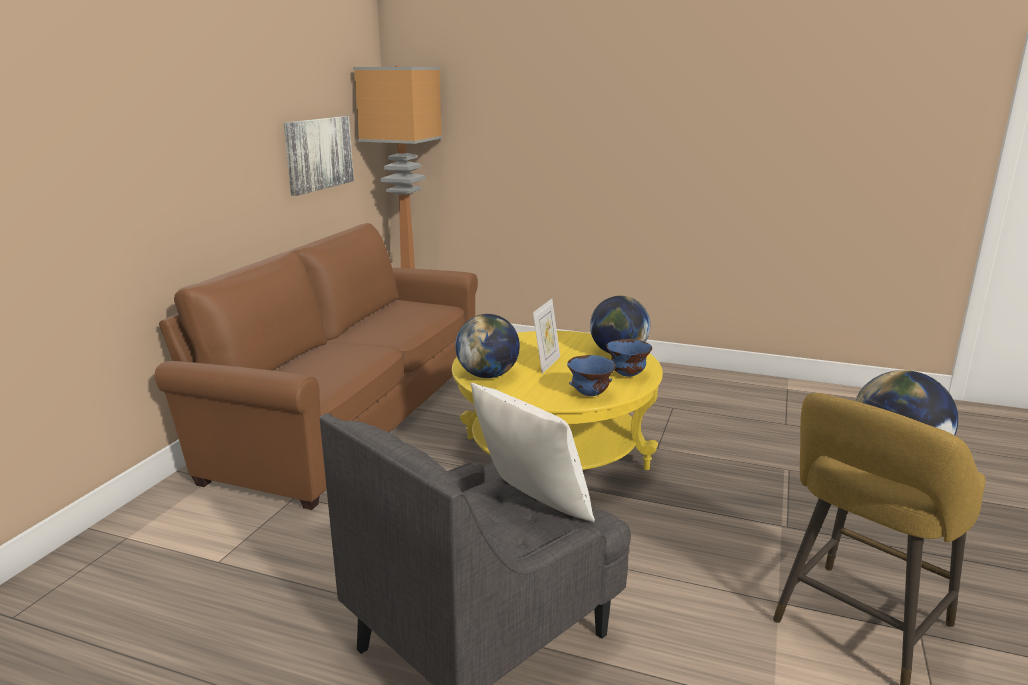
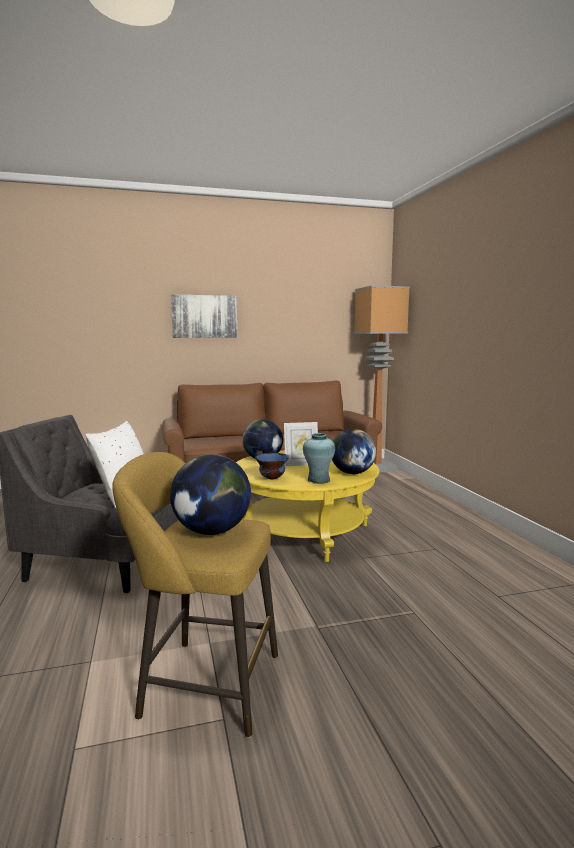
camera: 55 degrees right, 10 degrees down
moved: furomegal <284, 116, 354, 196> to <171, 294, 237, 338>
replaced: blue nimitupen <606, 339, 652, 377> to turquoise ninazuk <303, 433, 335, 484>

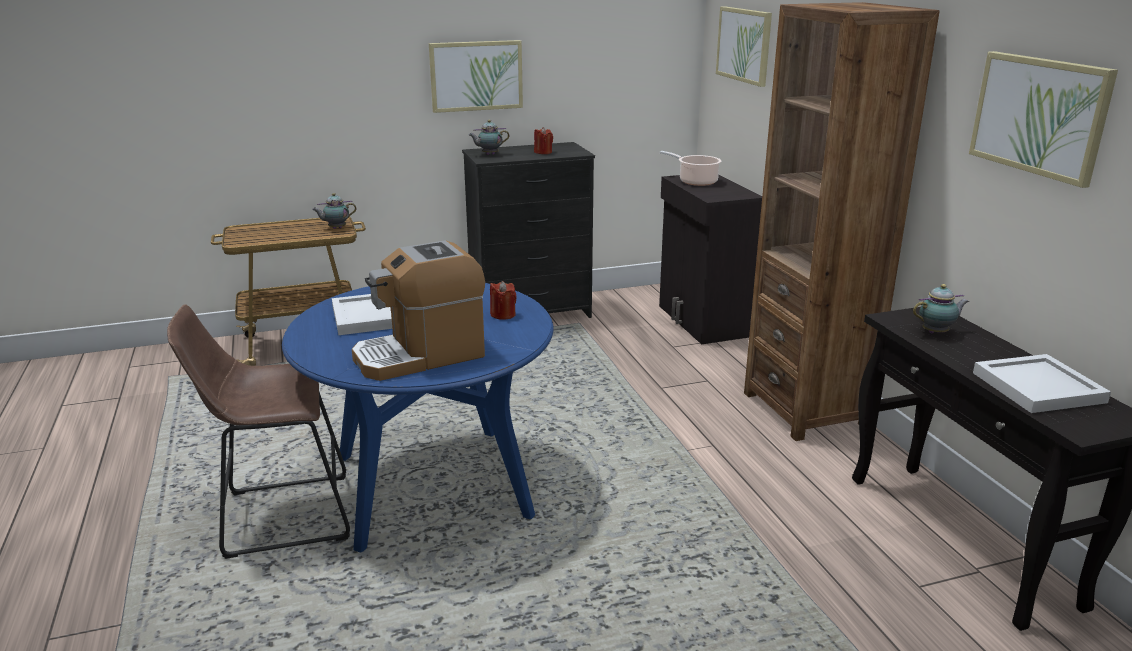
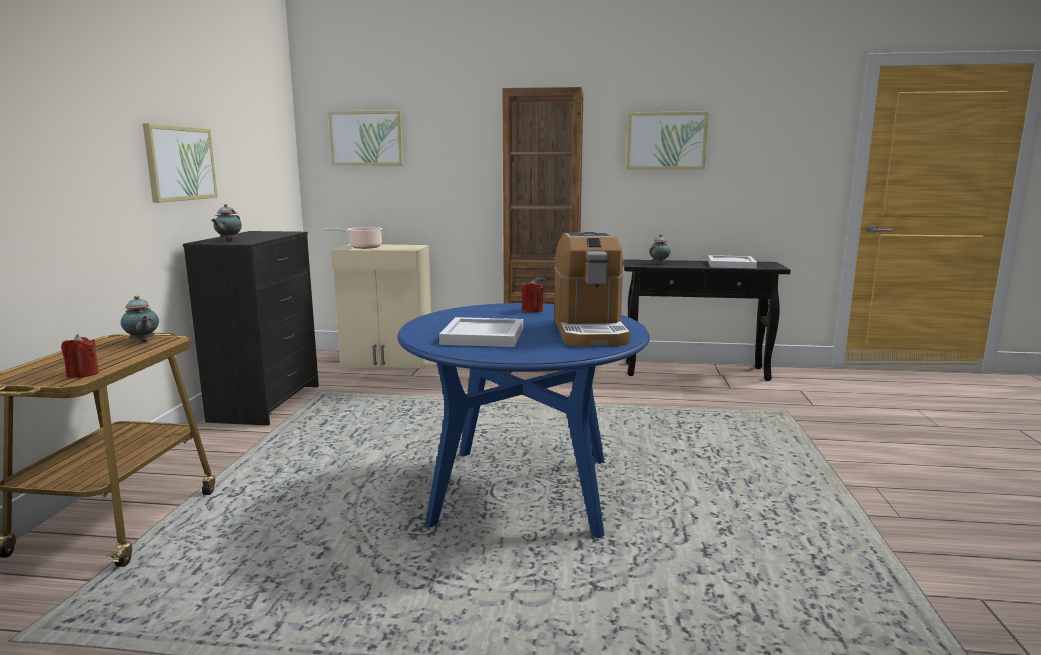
camera: 65 degrees left, 10 degrees down
removed: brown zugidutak <167, 304, 350, 559>
moved: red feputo <534, 127, 553, 154> to <61, 334, 99, 378>
recoloured: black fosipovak <659, 175, 762, 344> to beige fosipovak <331, 244, 431, 368>
turned: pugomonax <312, 193, 357, 229> = <121, 296, 159, 343> 45 degrees counterclockwise

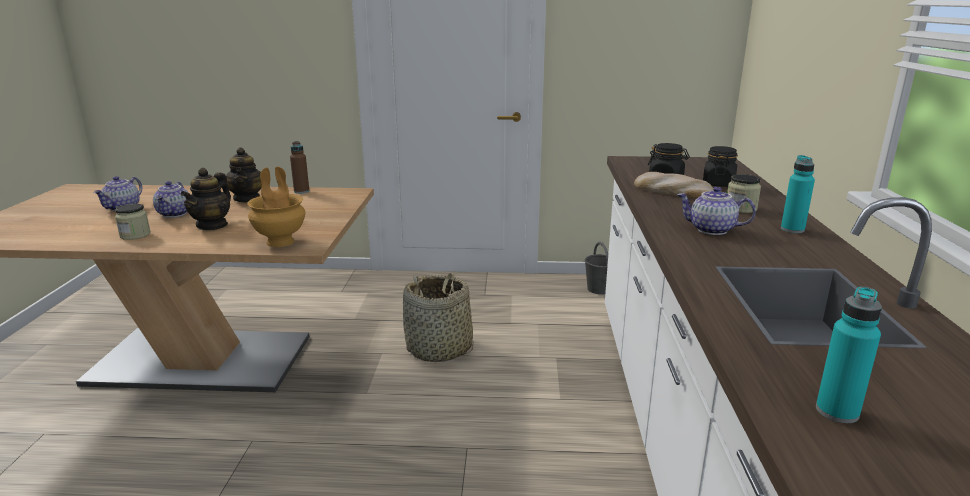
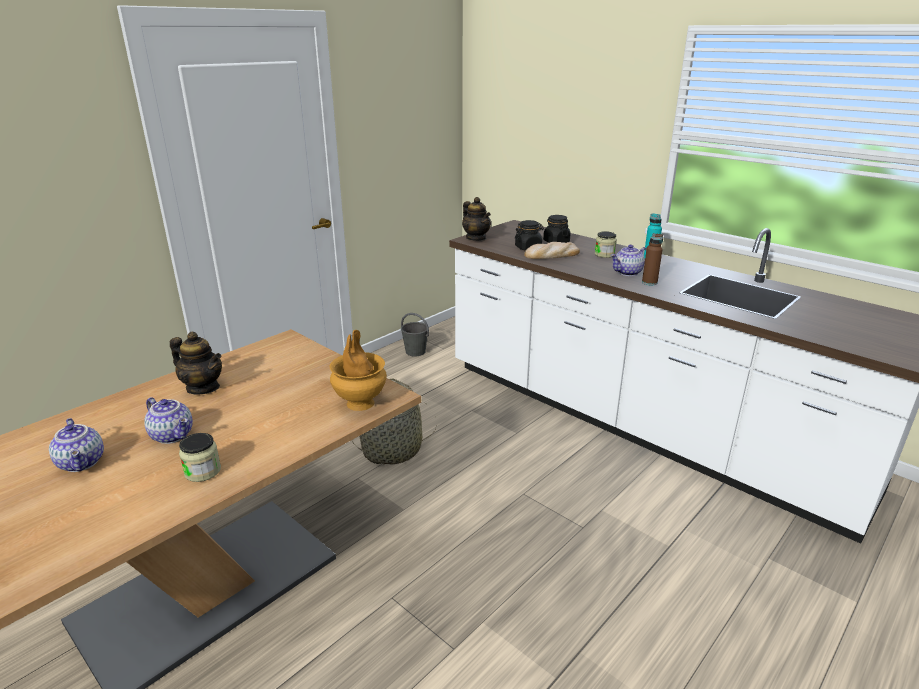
camera: 50 degrees left, 5 degrees up
removed: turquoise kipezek <816, 287, 882, 423>
moved: pugomonax <180, 168, 231, 230> to <462, 197, 491, 241>; brown kipezek <290, 141, 309, 194> to <642, 233, 663, 286>

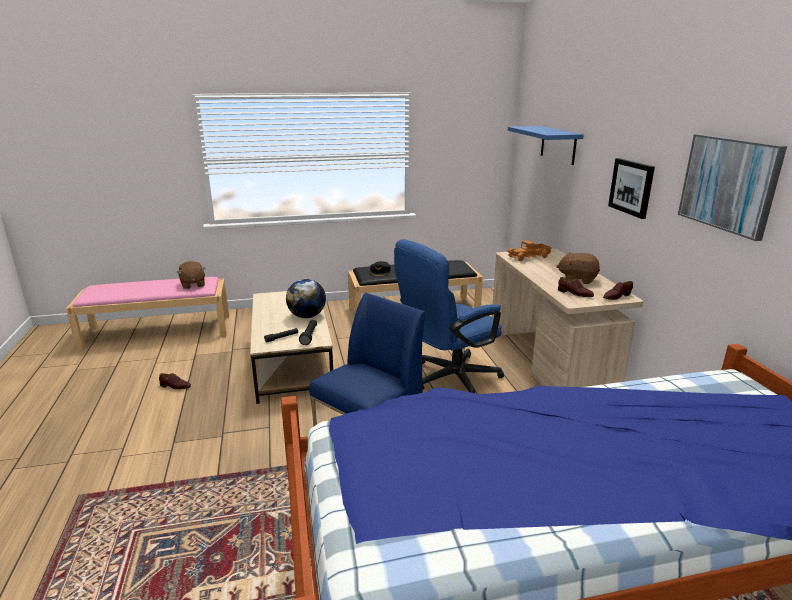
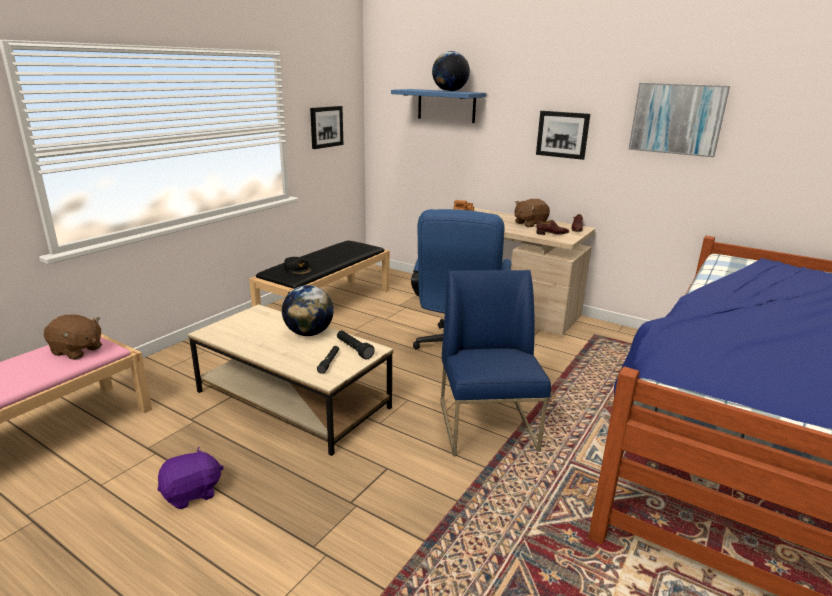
camera: 45 degrees left, 0 degrees up
added: furomegal <310, 106, 343, 149>; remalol <432, 51, 470, 91>
replaced: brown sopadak <159, 373, 191, 390> to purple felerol <157, 447, 224, 509>

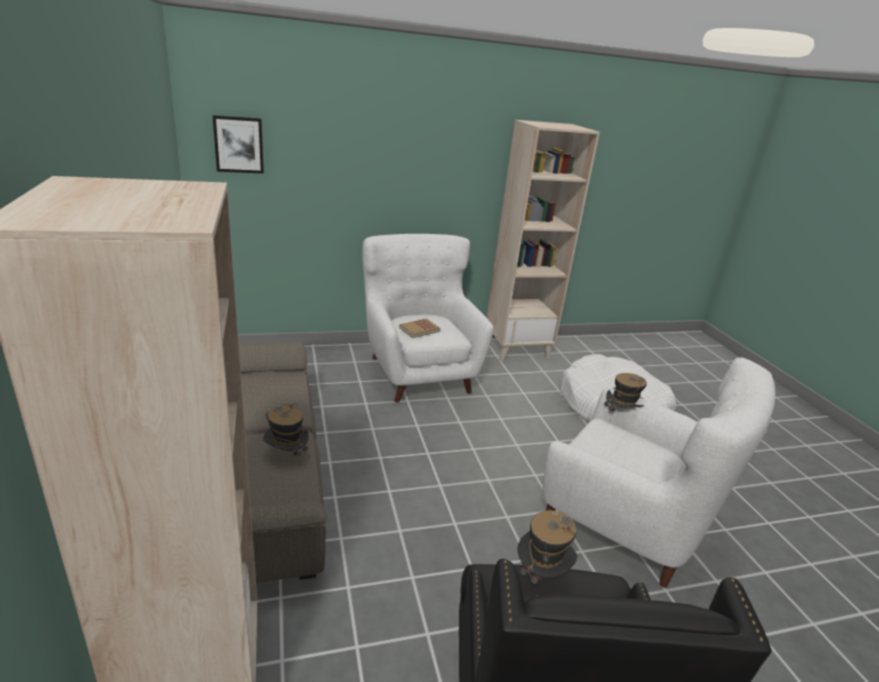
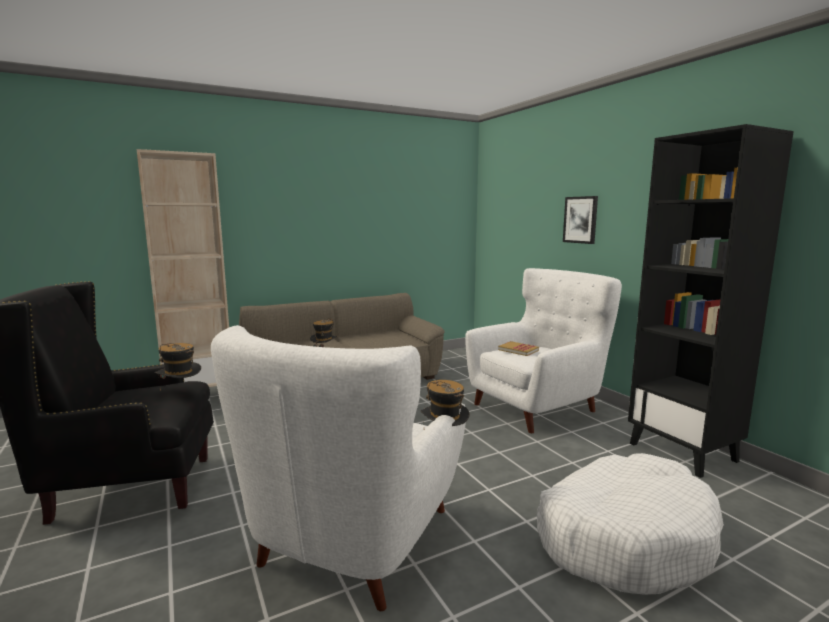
camera: 80 degrees right, 15 degrees down
moved: furomegal <213, 115, 264, 174> to <563, 196, 598, 244>
recoloured: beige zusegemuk <486, 120, 600, 361> to black zusegemuk <628, 124, 794, 478>

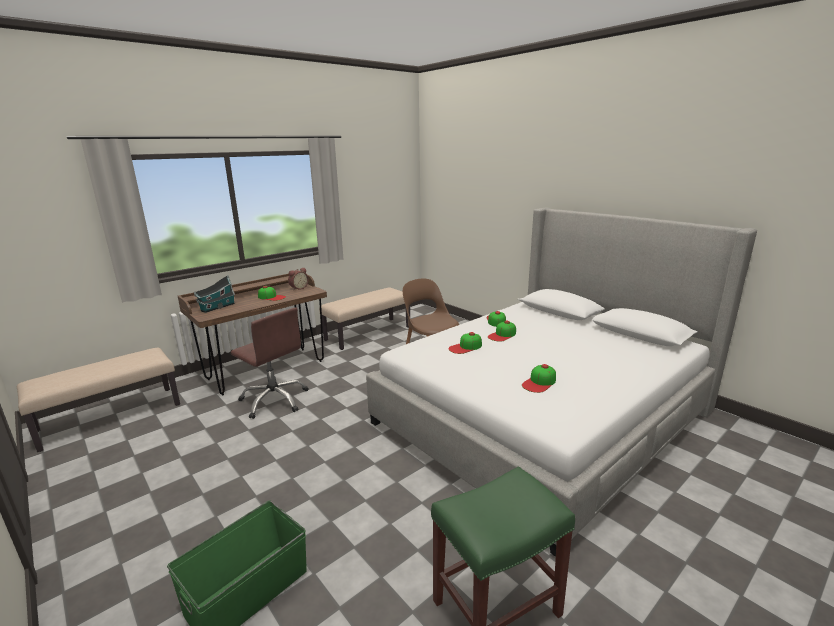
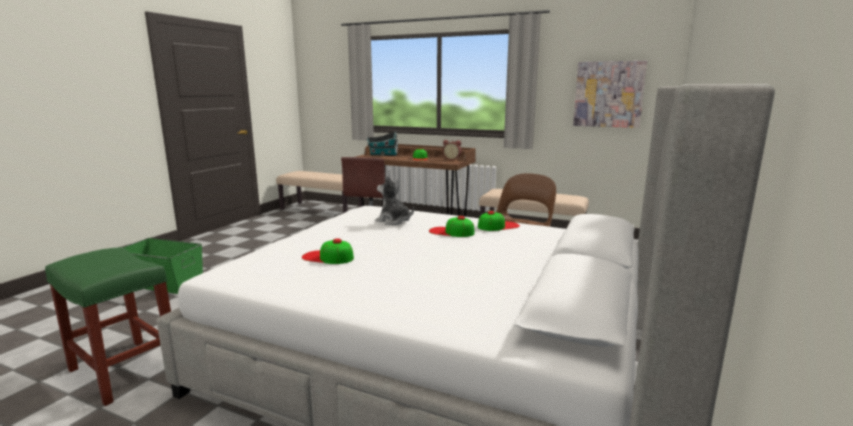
camera: 65 degrees right, 5 degrees down
added: furomegal <573, 61, 647, 128>
replaced: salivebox <448, 332, 482, 354> to felerol <375, 176, 414, 225>

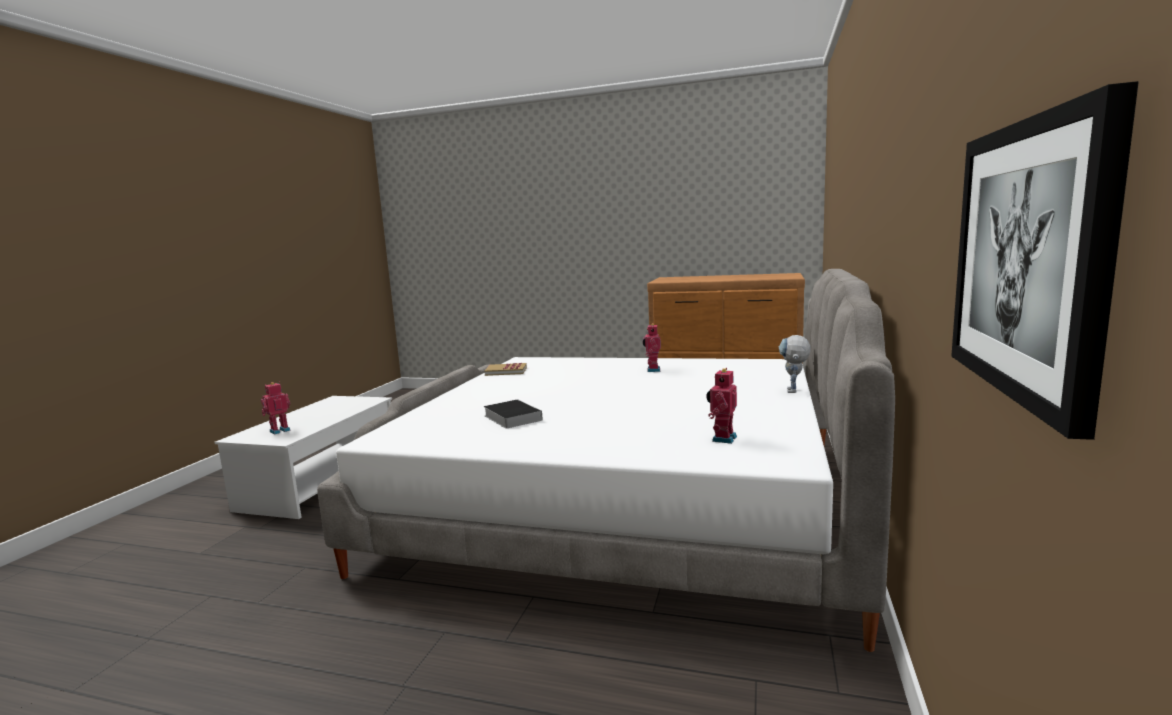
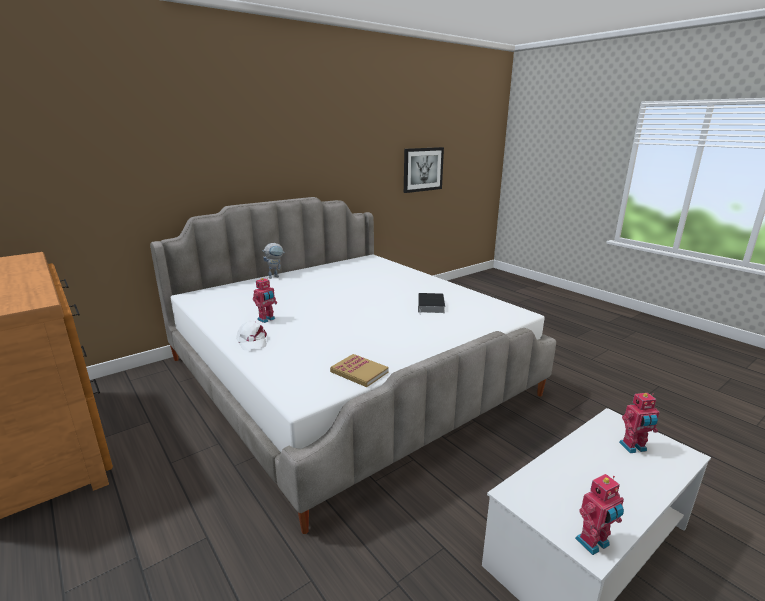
camera: 145 degrees left, 10 degrees up
added: white salivebox <236, 321, 267, 350>
moved: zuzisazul <707, 368, 737, 444> to <575, 474, 624, 555>

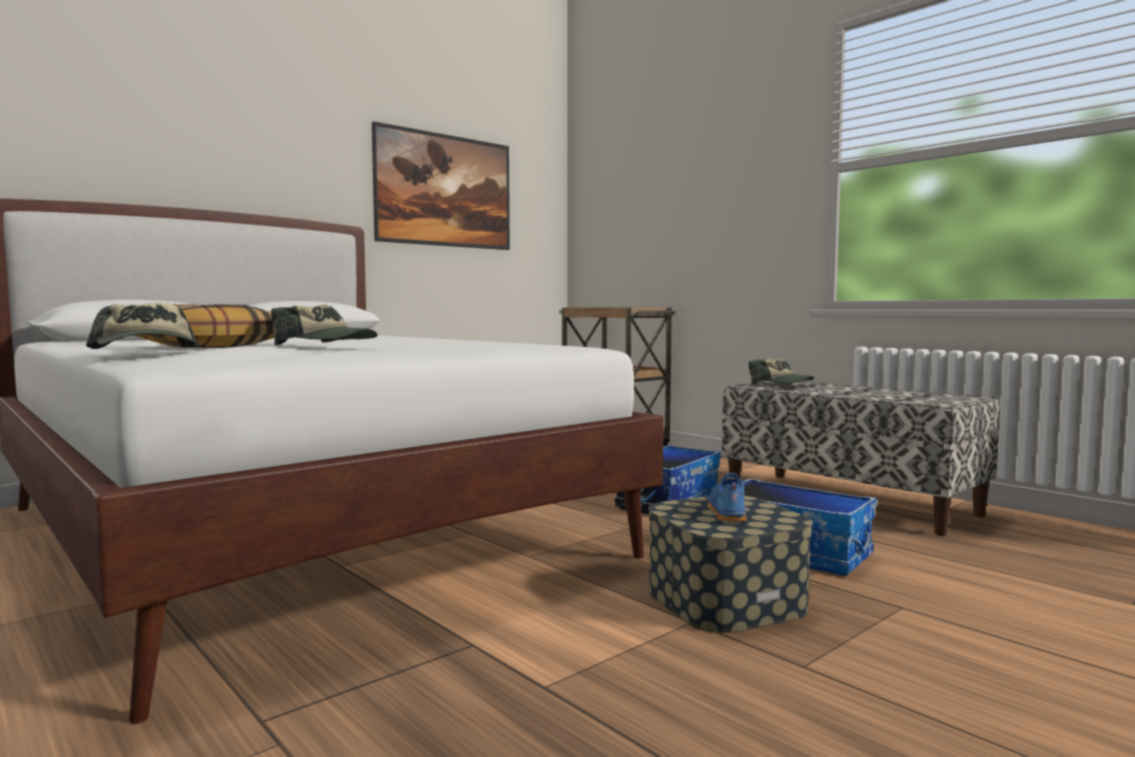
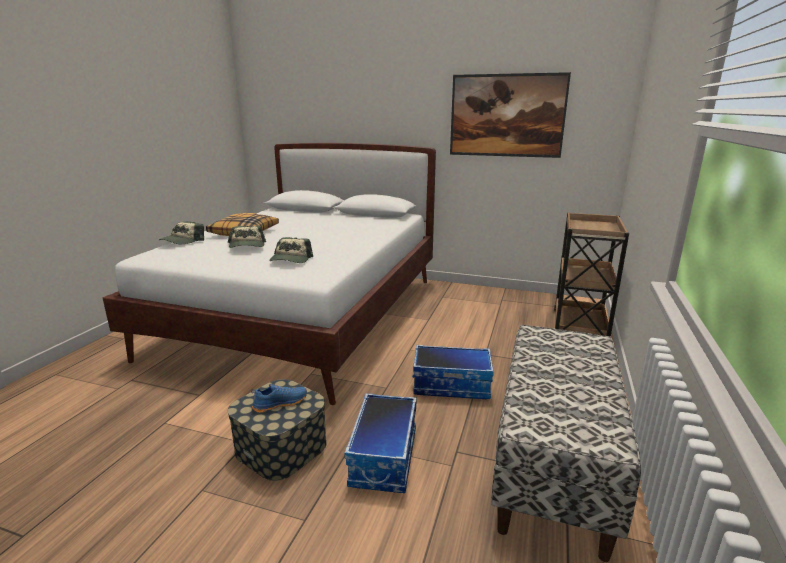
camera: 60 degrees right, 15 degrees up
moved: salivebox <748, 358, 814, 385> to <269, 237, 313, 263>

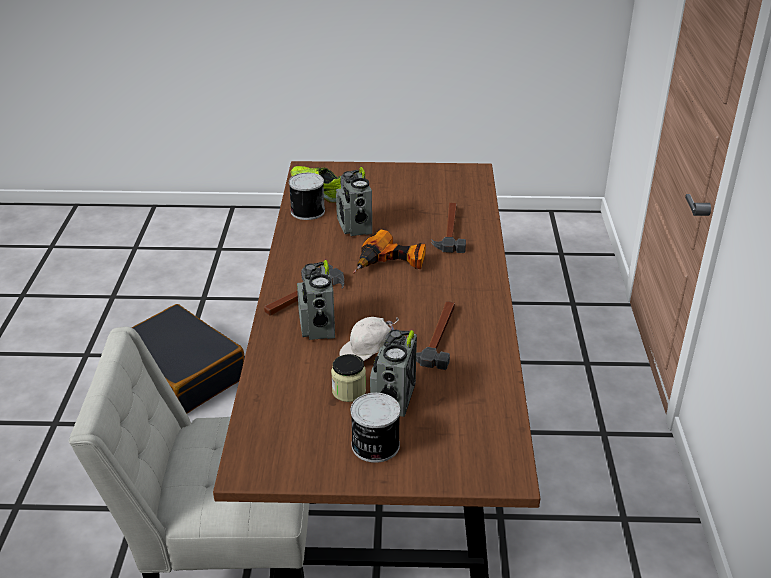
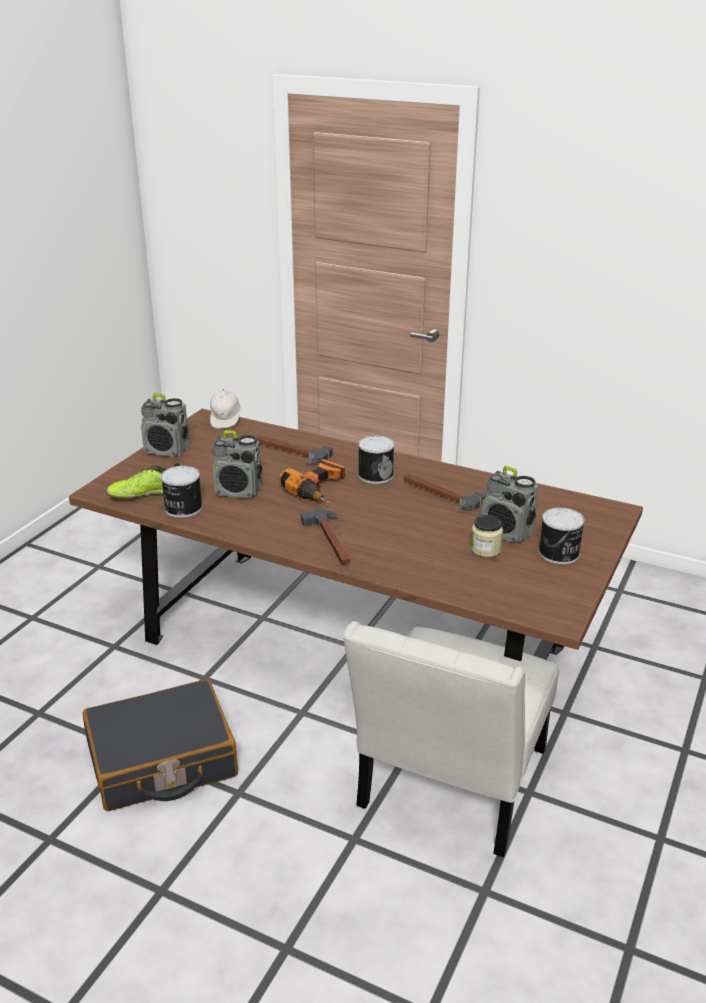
camera: 65 degrees left, 5 degrees down
added: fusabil <358, 435, 394, 484>
moved: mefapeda <297, 260, 335, 340> to <141, 393, 189, 457>; white salivebox <339, 317, 399, 361> to <210, 388, 240, 428>

